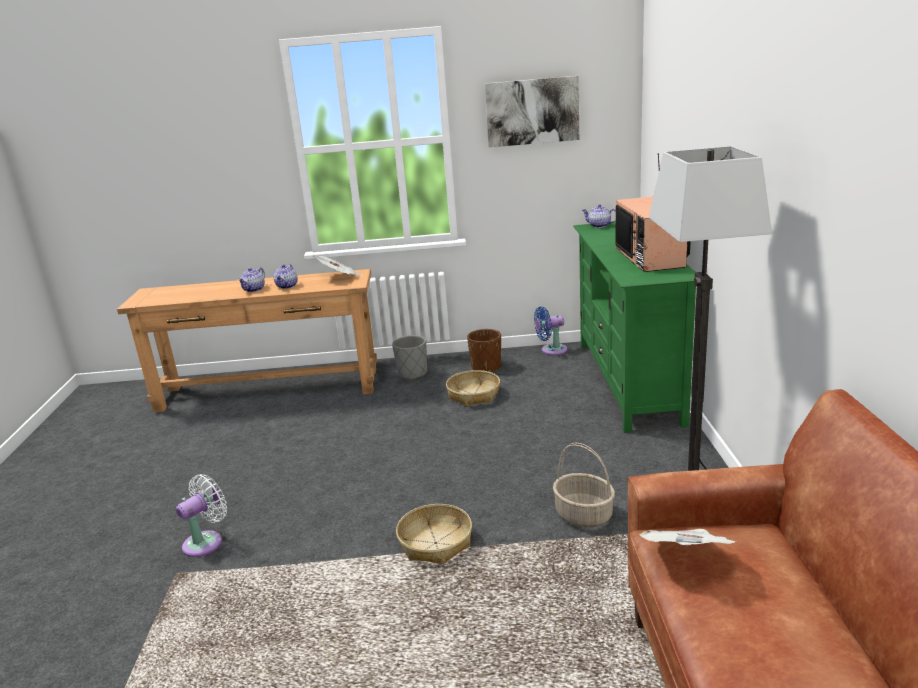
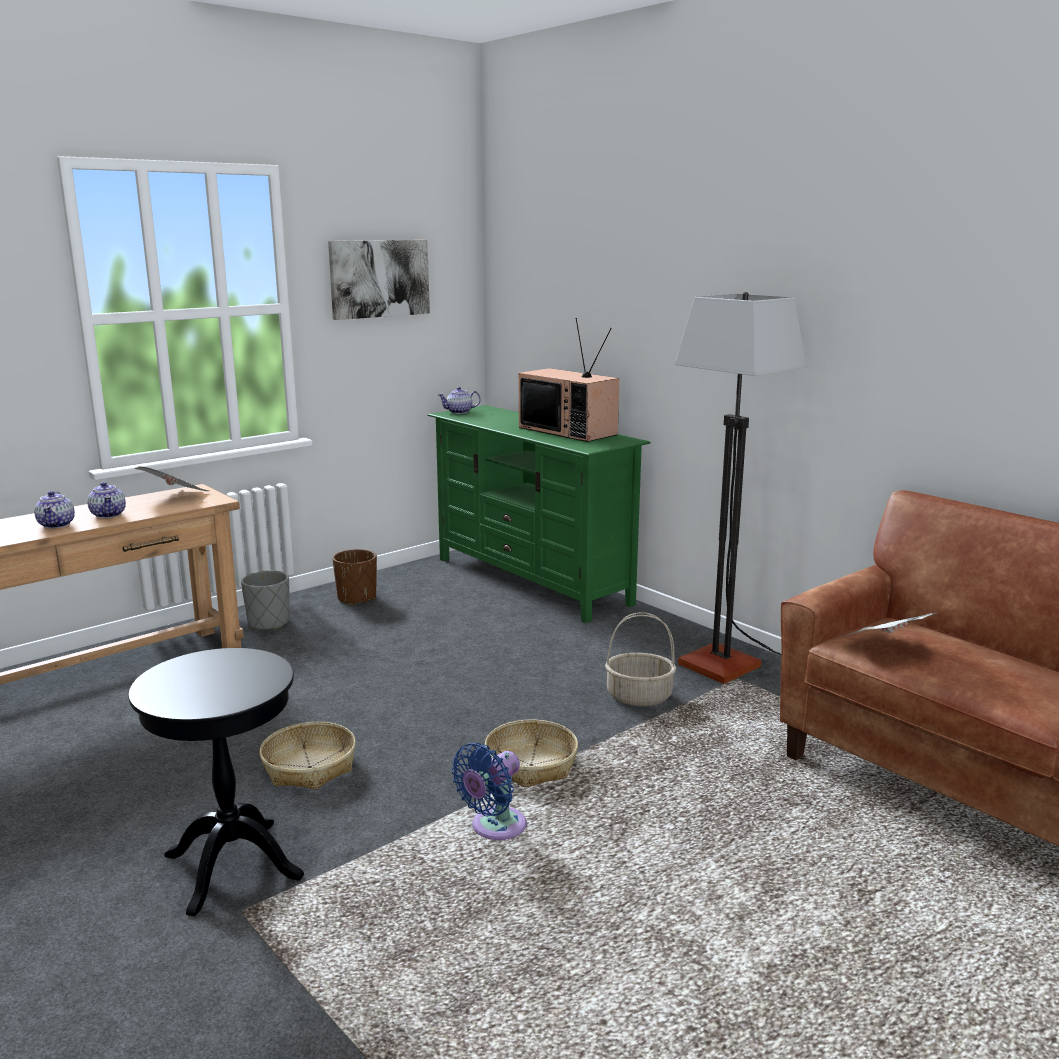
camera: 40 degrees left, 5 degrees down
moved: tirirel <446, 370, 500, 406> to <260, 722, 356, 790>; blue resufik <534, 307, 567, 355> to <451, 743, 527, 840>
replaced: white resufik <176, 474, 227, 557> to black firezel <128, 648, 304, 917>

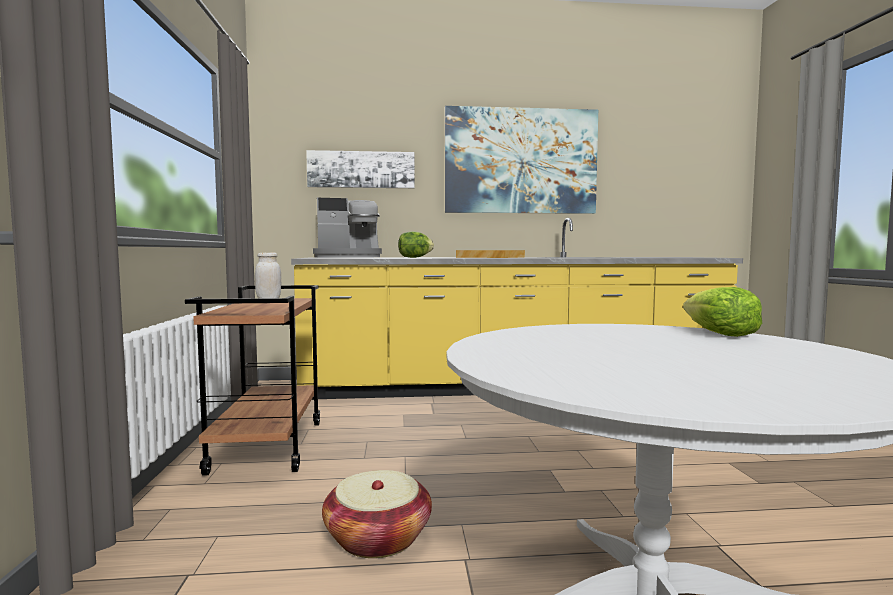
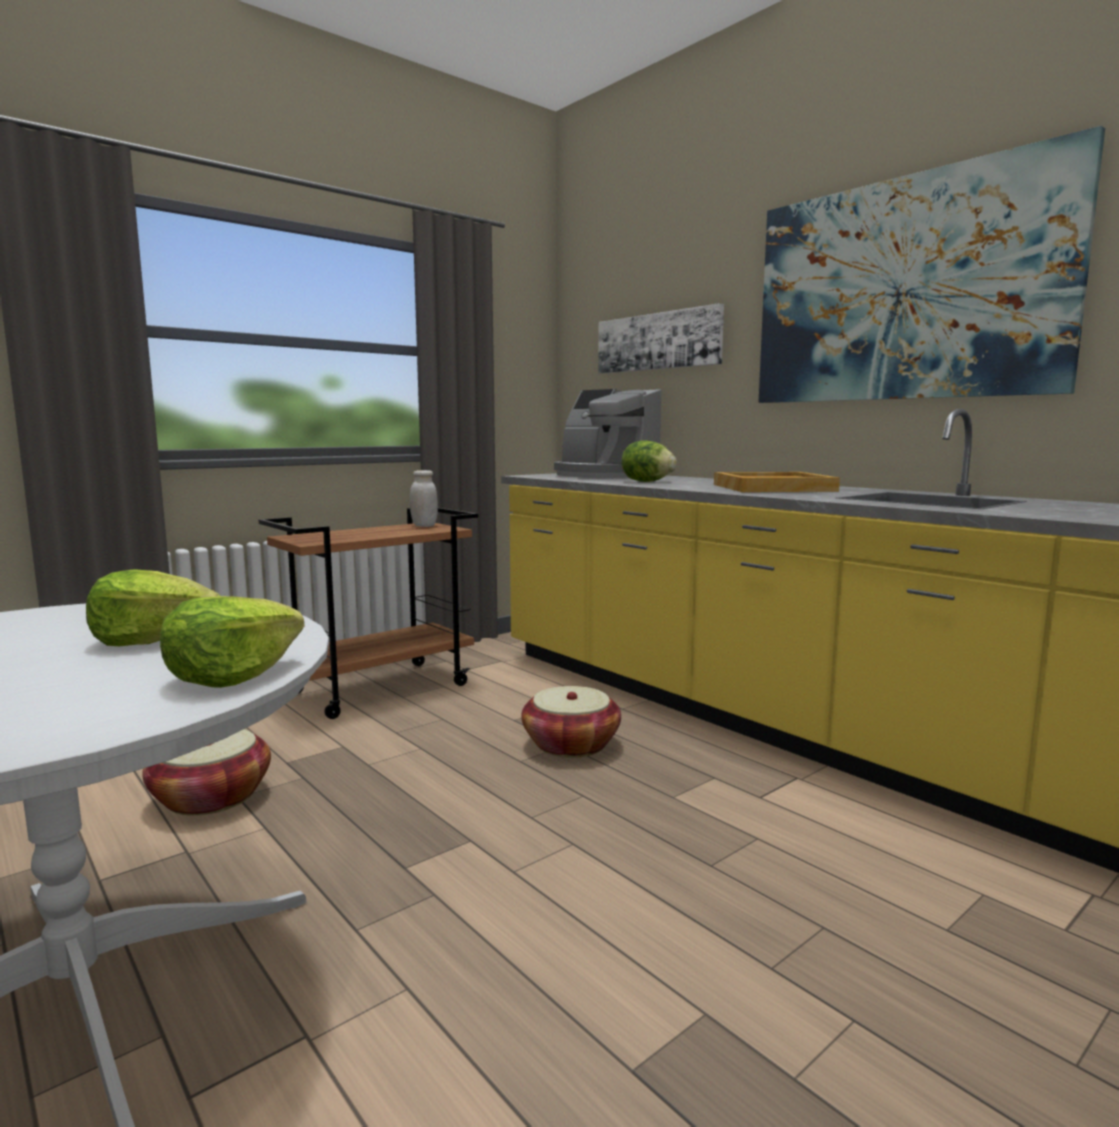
camera: 55 degrees right, 5 degrees up
added: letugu <86, 569, 220, 646>; tirirel <521, 686, 621, 758>

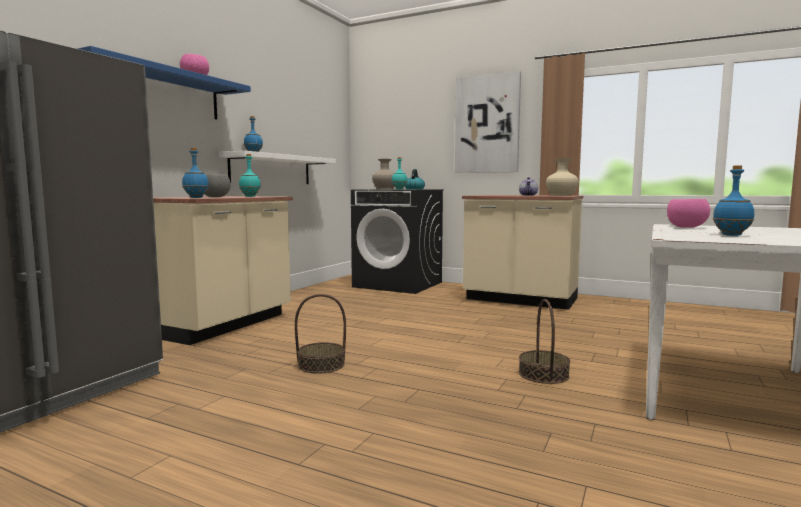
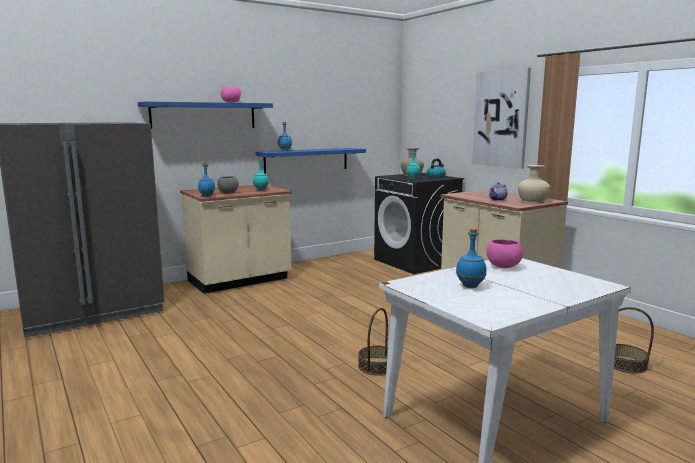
camera: 30 degrees right, 5 degrees up
moved: tirirel <295, 294, 346, 373> to <614, 307, 654, 373>
recoloured: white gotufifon <219, 151, 336, 184> to blue gotufifon <255, 148, 366, 174>

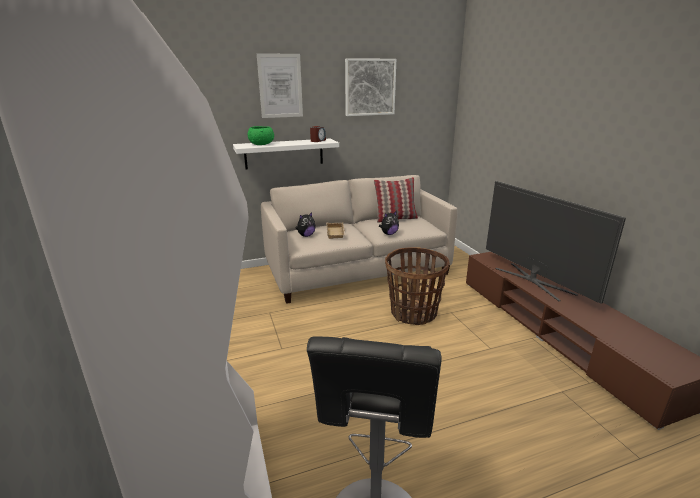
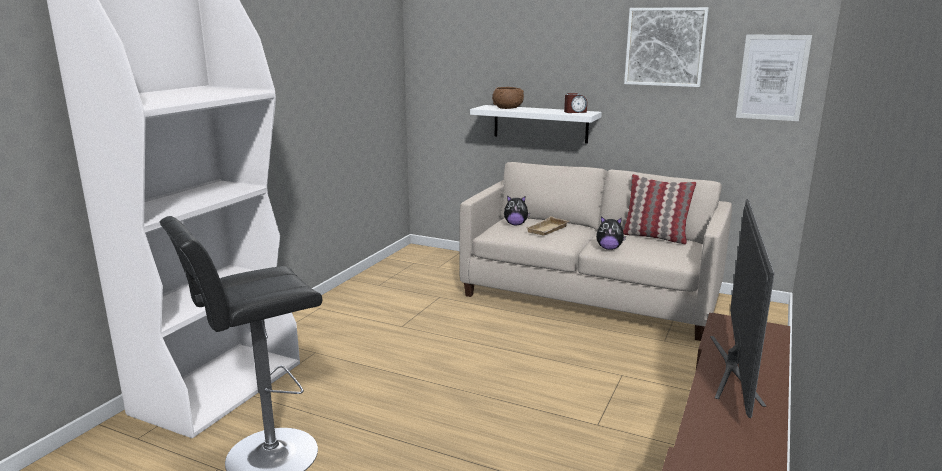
camera: 45 degrees right, 5 degrees down
removed: tirirel <385, 247, 450, 325>
moved: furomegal <257, 53, 303, 118> to <736, 34, 812, 121>
recoloured: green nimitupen <248, 126, 274, 145> to brown nimitupen <492, 87, 524, 109>

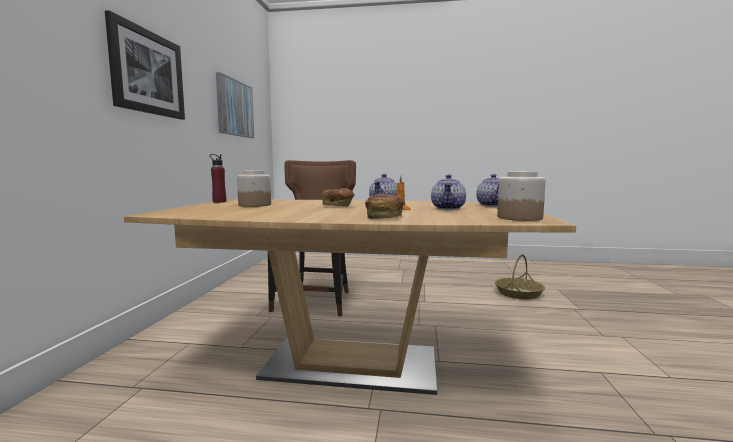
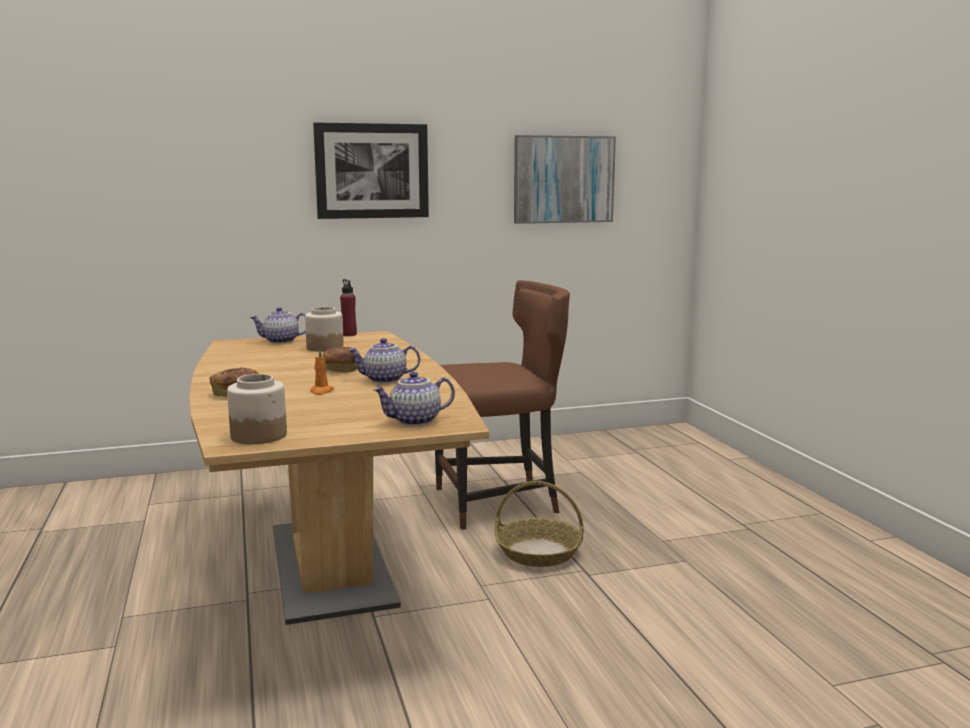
camera: 65 degrees right, 5 degrees up
moved: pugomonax <431, 175, 466, 210> to <250, 307, 306, 344>; tirirel <495, 254, 545, 300> to <495, 481, 584, 567>

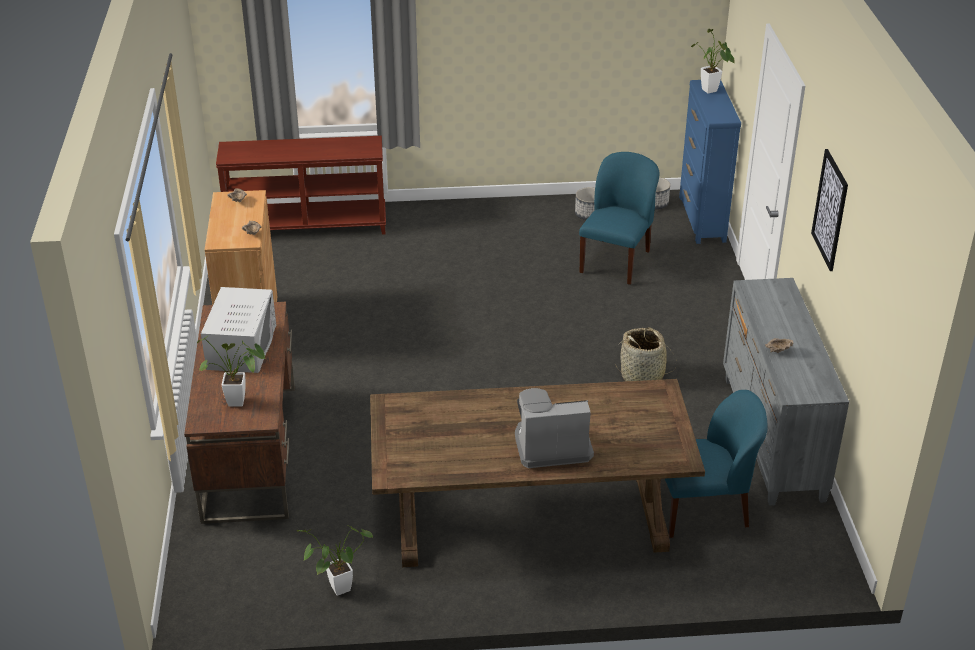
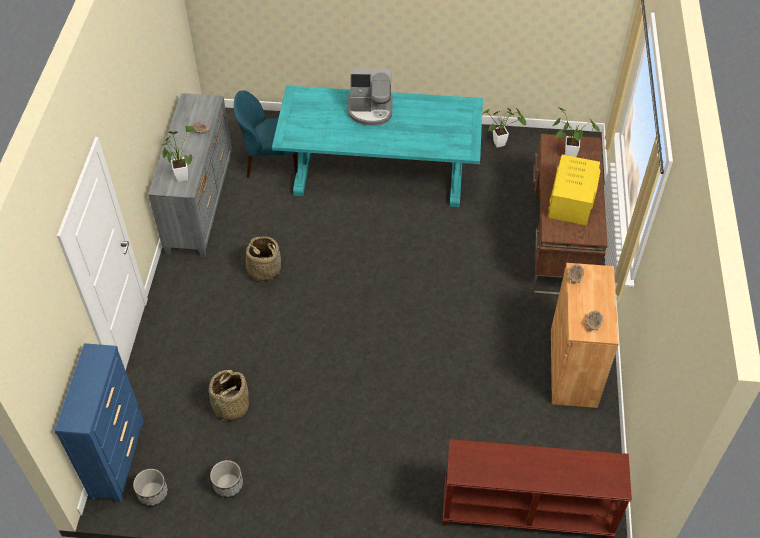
camera: 170 degrees left, 15 degrees up
removed: furomegal <811, 149, 848, 271>
moved: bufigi <691, 29, 735, 93> to <162, 126, 195, 182>
replaced: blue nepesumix <579, 152, 659, 285> to tirirel <209, 370, 249, 422>
recoloured: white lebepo <201, 287, 276, 373> to yellow lebepo <548, 155, 601, 226>; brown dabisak <370, 379, 705, 567> to turquoise dabisak <272, 86, 483, 207>

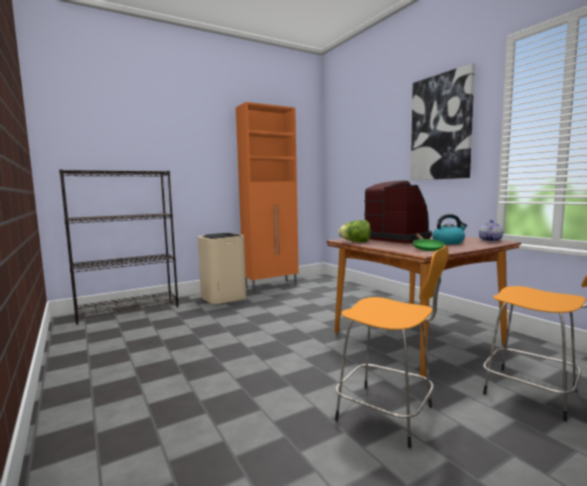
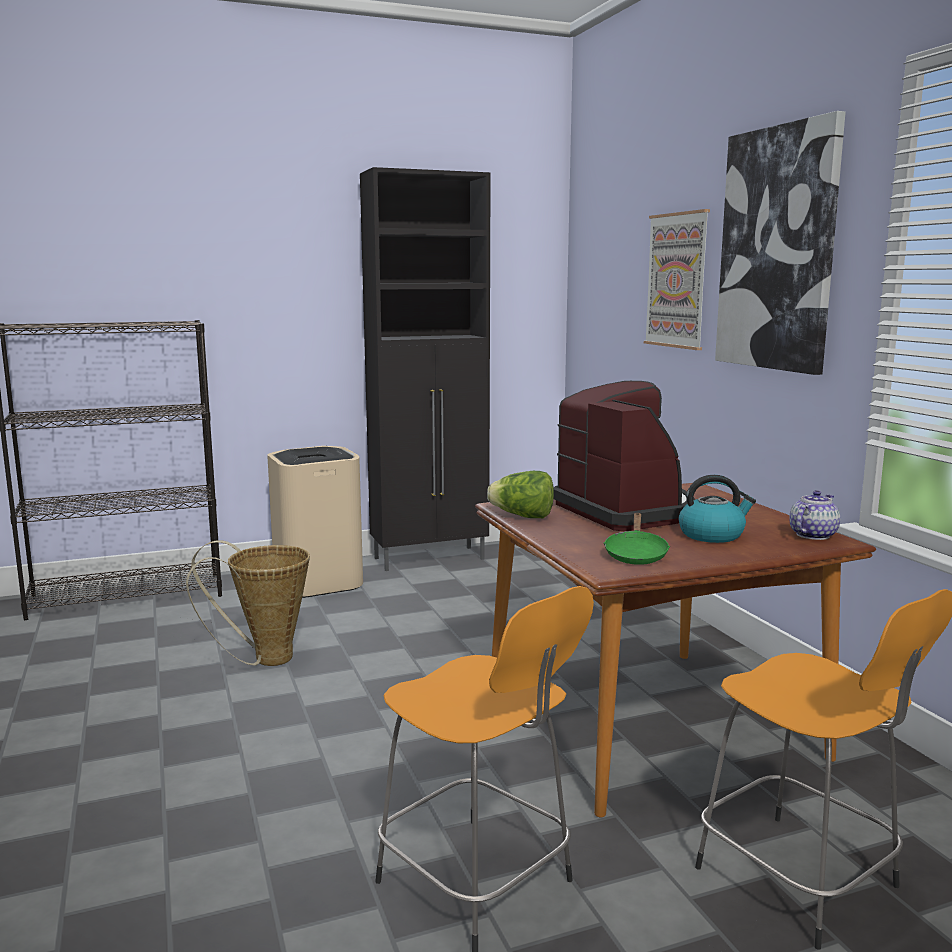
camera: 10 degrees right, 5 degrees up
added: tirirel <186, 540, 310, 666>; furomegal <644, 209, 710, 350>
recoloured: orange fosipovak <236, 102, 299, 292> to black fosipovak <360, 167, 491, 571>

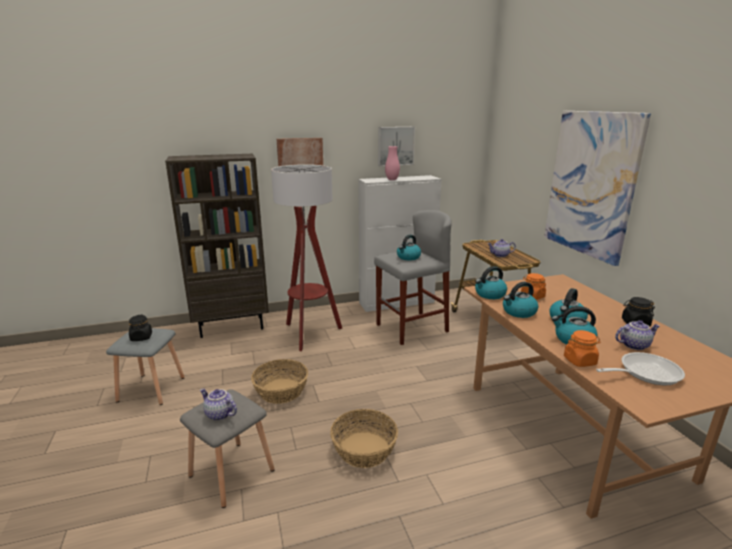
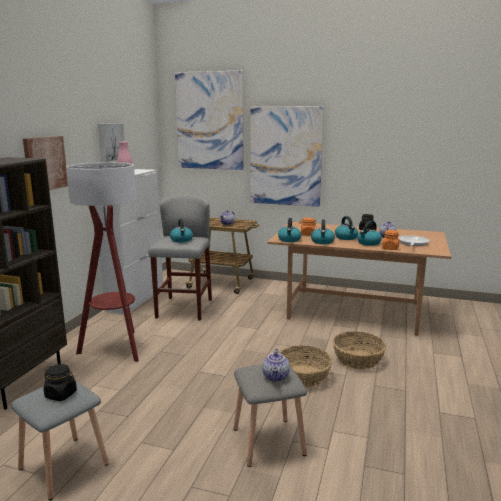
camera: 55 degrees left, 5 degrees down
added: furomegal <175, 70, 243, 170>
moved: tirirel <251, 359, 308, 404> to <333, 331, 386, 369>
turned: pugomonax <200, 389, 237, 421> = <262, 349, 290, 382> 60 degrees counterclockwise

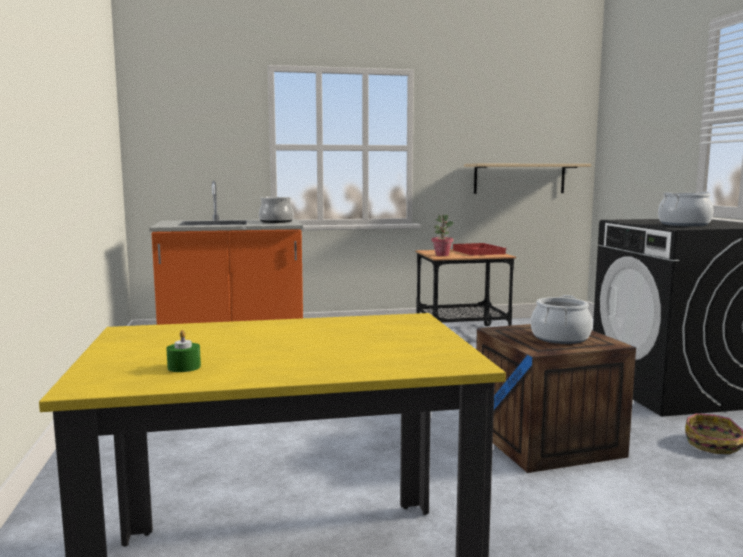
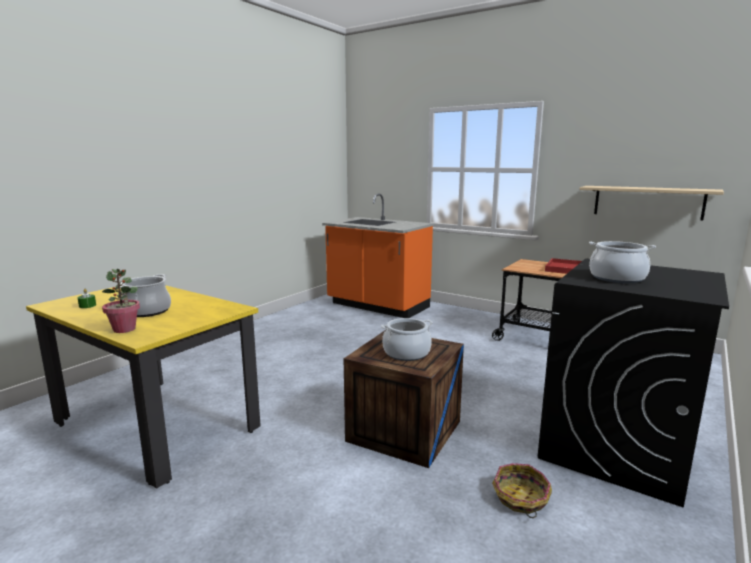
camera: 45 degrees right, 5 degrees up
moved: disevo <259, 196, 294, 223> to <120, 274, 171, 317>; bufigi <432, 214, 454, 256> to <102, 269, 140, 333>

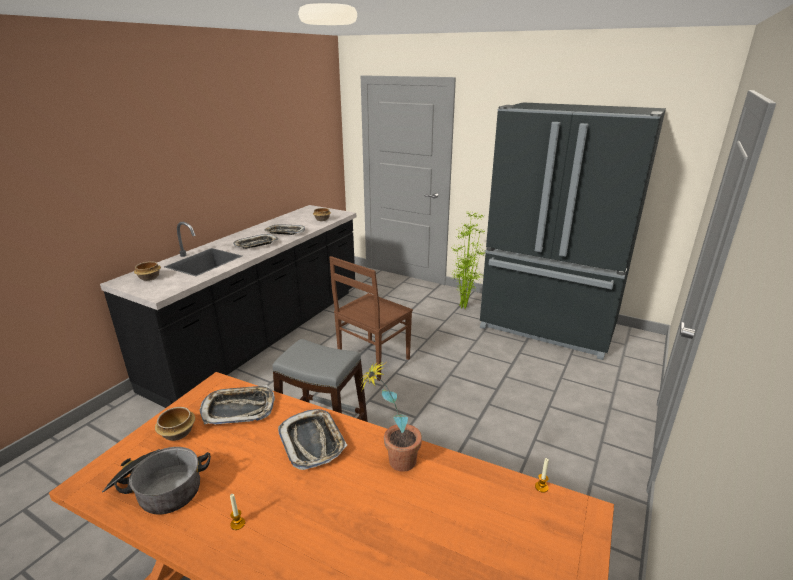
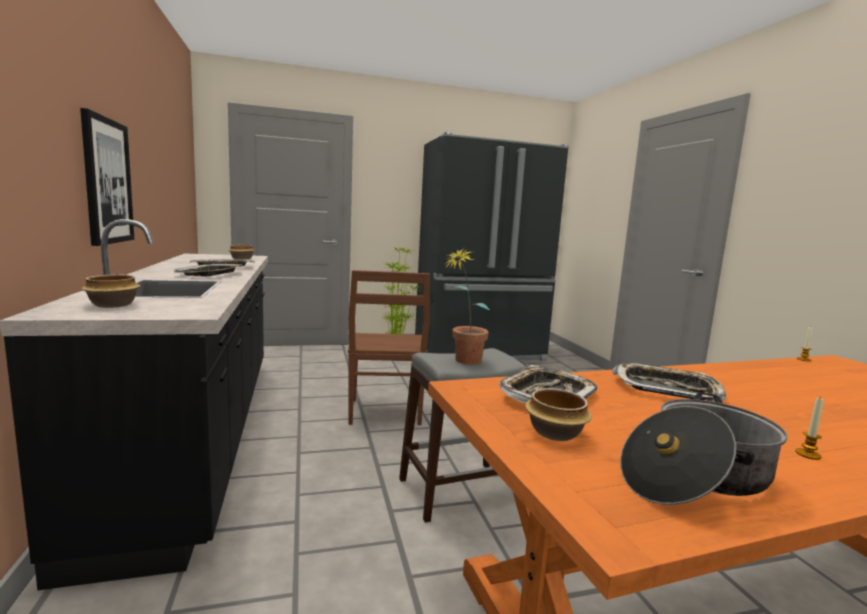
camera: 45 degrees left, 15 degrees down
added: furomegal <80, 108, 134, 246>
moved: bufigi <361, 361, 422, 472> to <444, 247, 490, 364>

